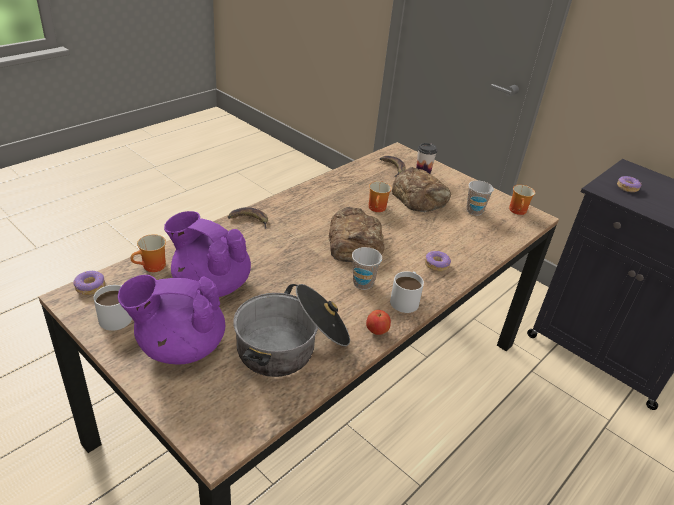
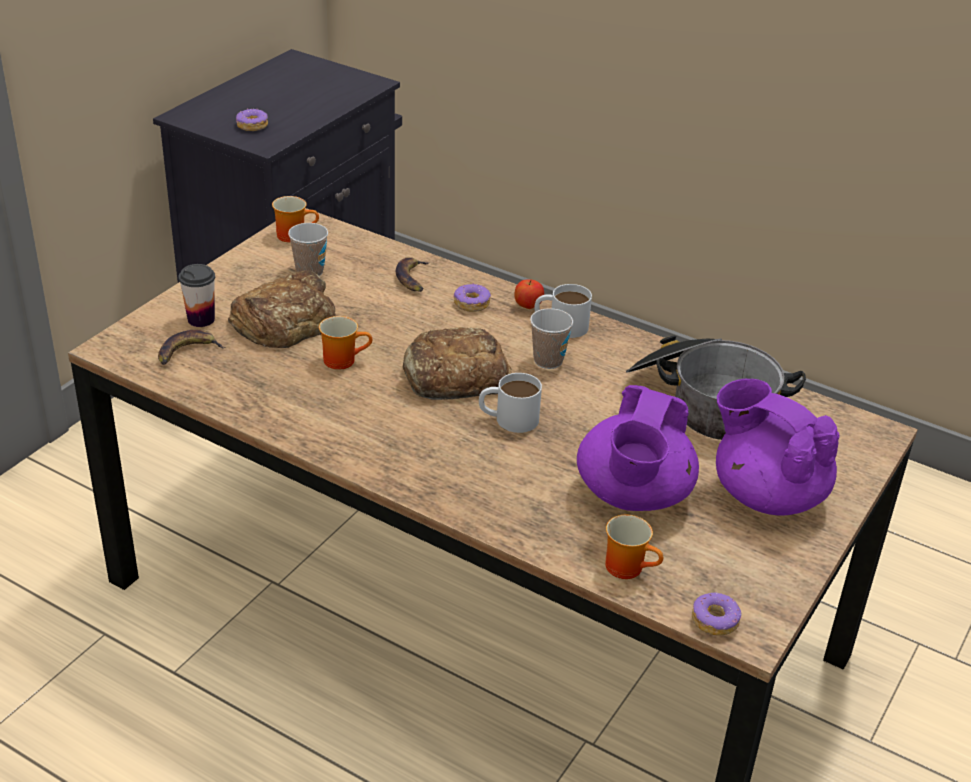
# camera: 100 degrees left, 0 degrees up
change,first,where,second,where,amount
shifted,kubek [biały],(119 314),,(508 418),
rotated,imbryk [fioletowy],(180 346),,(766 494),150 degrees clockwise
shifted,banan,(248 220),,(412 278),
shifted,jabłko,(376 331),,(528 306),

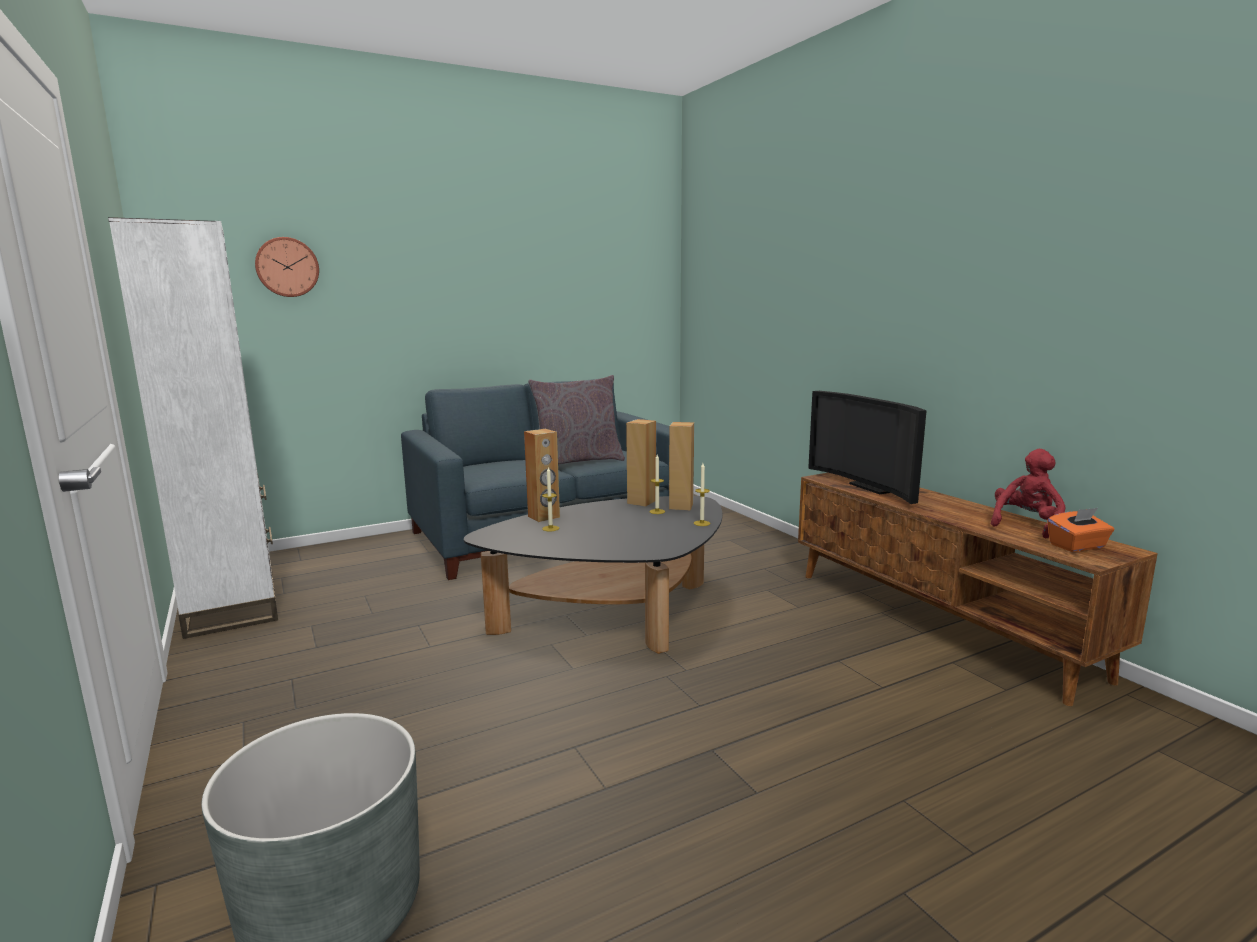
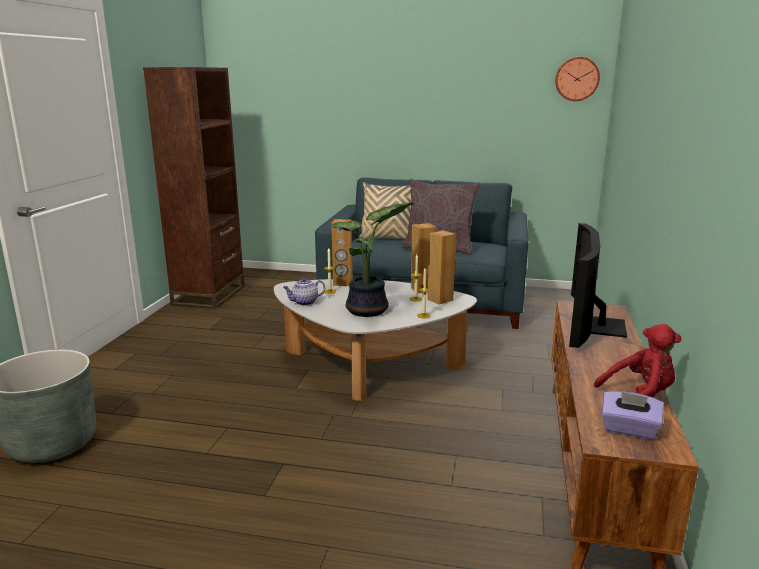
# camera: 40 degrees right, 5 degrees up
change,first,where,second,where,amount
repainted,regał [biały],(232 606),regał [brązowy],(209 295),
shifted,zegar ścienny,(287 267),,(577 79),
repainted,ława [czarny],(614 616),ława [biały],(369 368),
repainted,pudełko chusteczek [pomarańczowy],(1077 546),pudełko chusteczek [fioletowy],(629 430),
new,,,imbryk,(304 302),
new,,,roślina doniczkowa,(369 311),
new,,,poduszka [beżowy],(387 238),

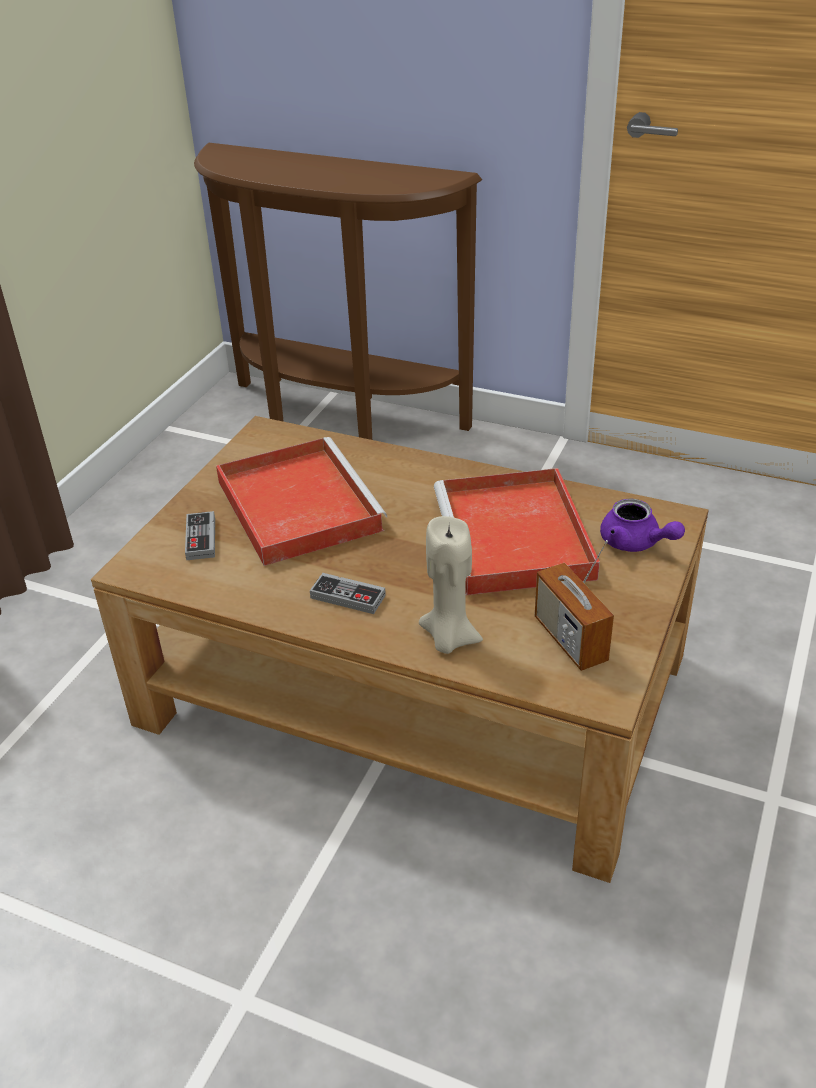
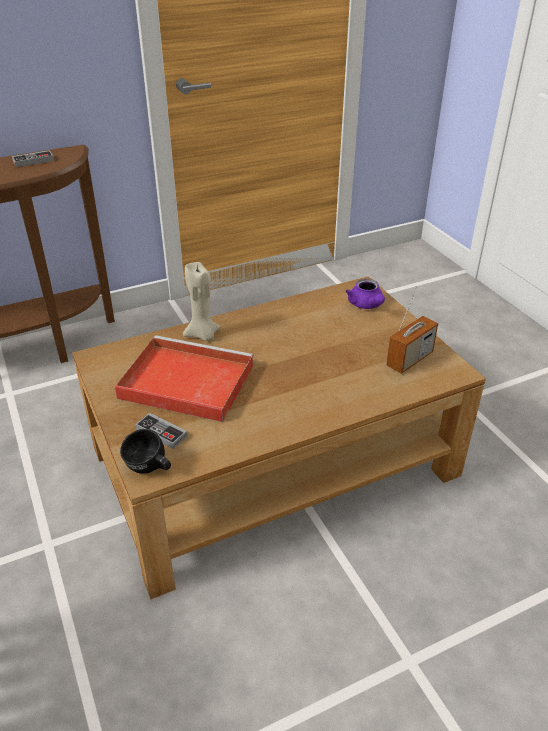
# camera: 50 degrees left, 0 degrees up
change,first,where,second,where,amount
shifted,pad do gier,(348 597),,(33 161),
shifted,świeca [beżowy],(449 639),,(203 335),
gone,taca [czerwony],(515 539),,,
rotated,radio,(570 640),,(409 359),60 degrees counterclockwise
rotated,imbryk [fioletowy],(635 543),,(366 305),75 degrees clockwise
new,,,kubek [czarny],(149 469),

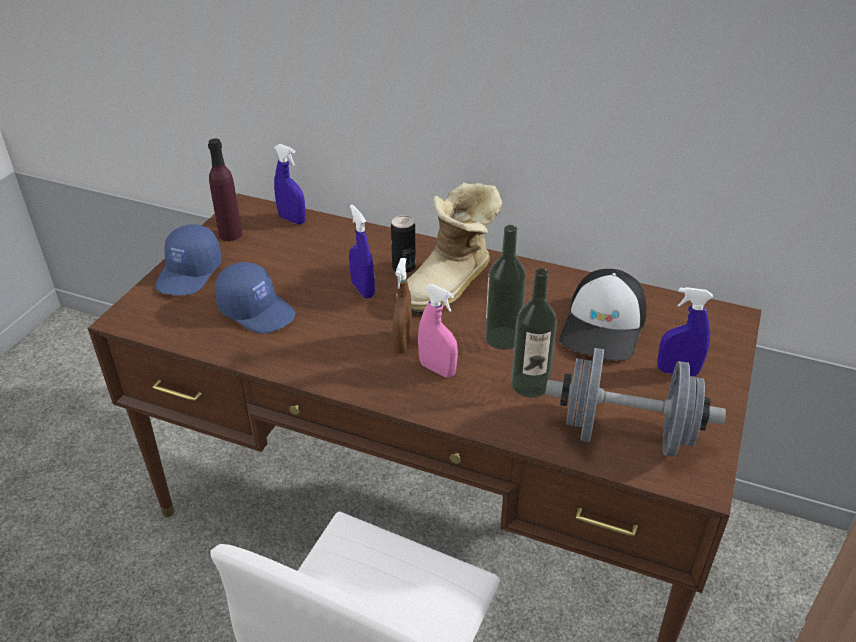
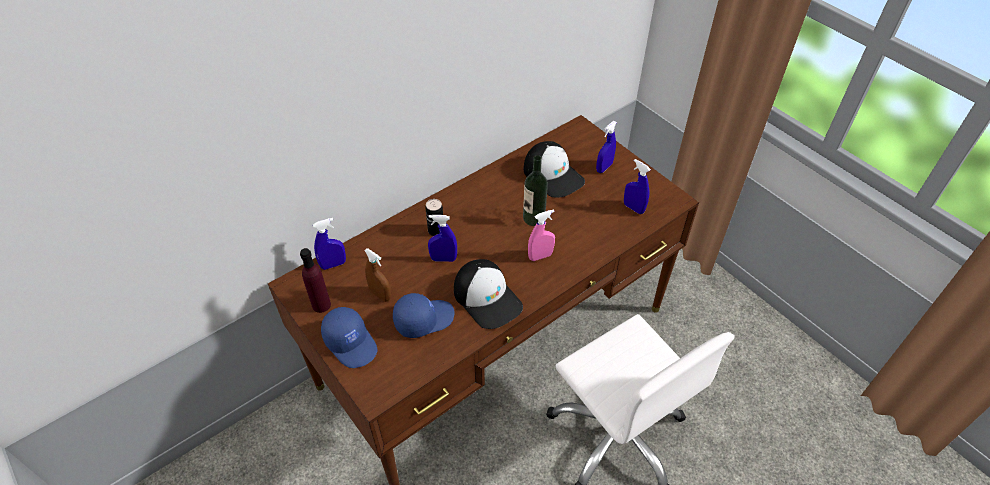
# camera: 60 degrees left, 10 degrees up
change,first,where,second,where,amount
shifted,spryskiwacz [brązowy],(402 343),,(380 294),
gone,but z cholewką,(451 285),,,
gone,butelka,(530 384),,,
swapped,hantel [szary],(626 434),spryskiwacz [niebieski],(633 208),
new,,,czapka z daszkiem,(487 298),

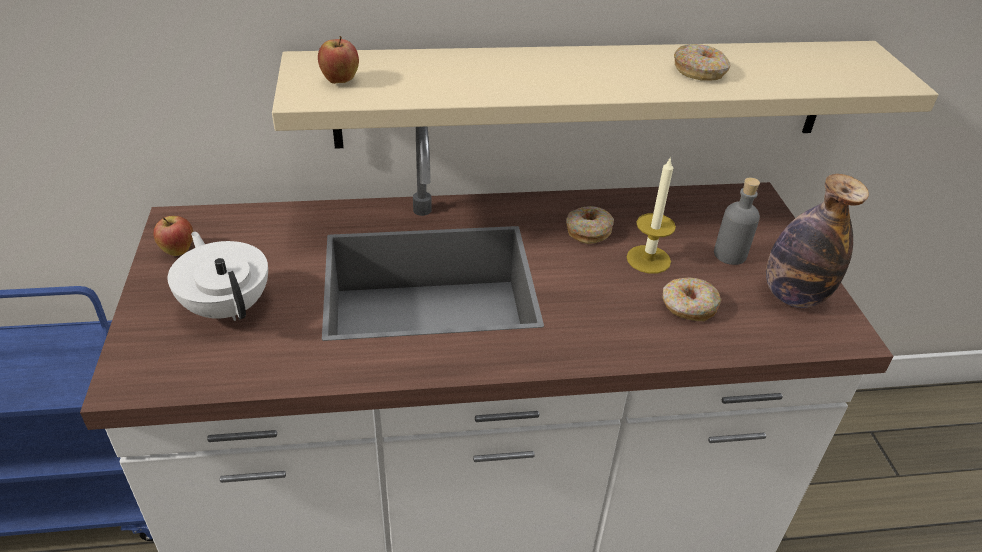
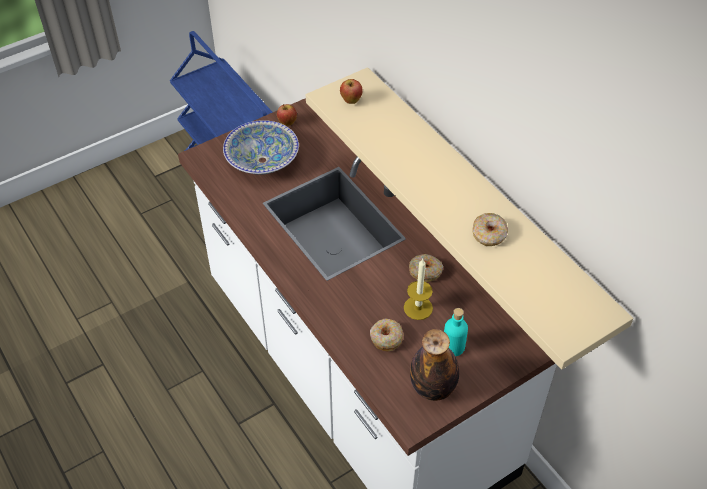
# camera: 65 degrees right, 10 degrees up
change,first,where,second,where,amount
swapped,imbryk [biały],(227 306),miska,(262 160),
repainted,butelka [szary],(730 254),butelka [turkusowy],(453 347),

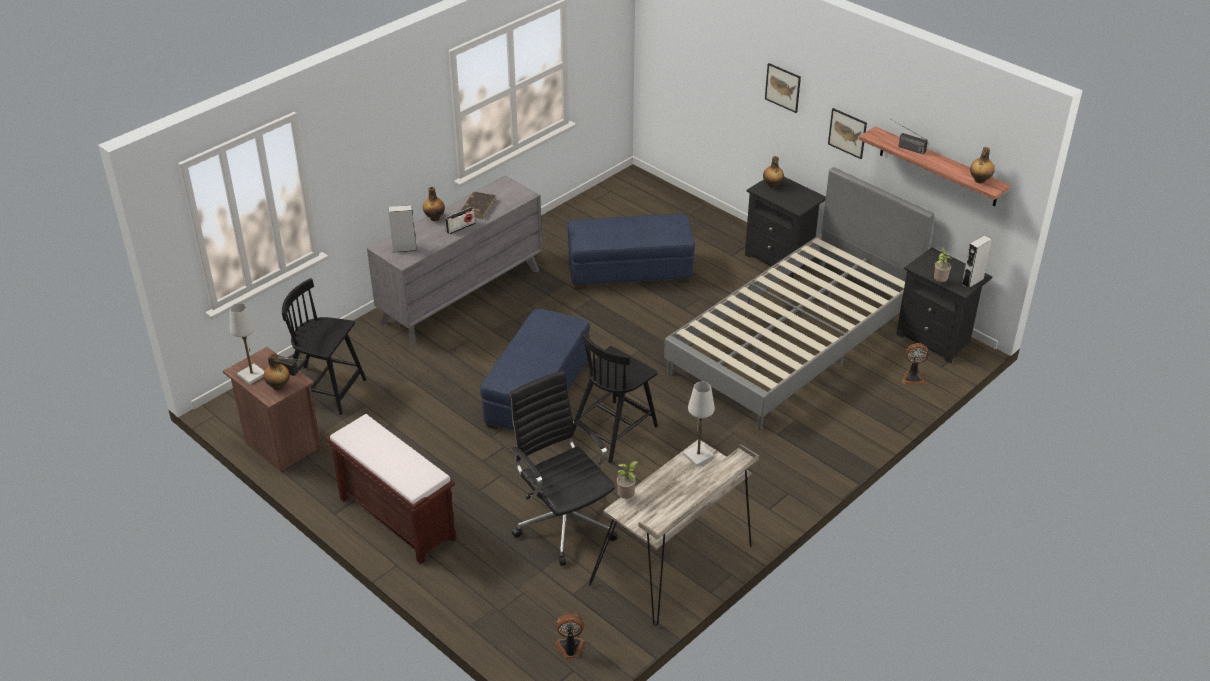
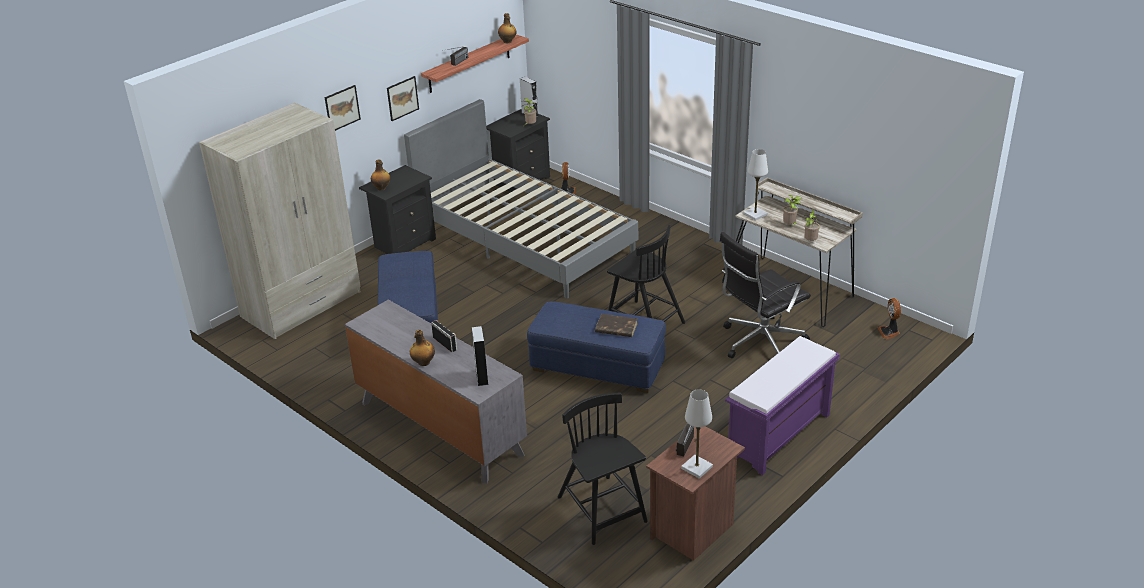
# camera: 90 degrees left, 5 degrees down
change,first,where,second,where,amount
gone,butelka,(278 386),,,
rotated,krzesło [czarny],(324 390),,(602 511),135 degrees clockwise
repainted,ławka [brązowy],(395 518),ławka [fioletowy],(778 436),
shifted,książka [brązowy],(477 207),,(616 328),
new,,,szafa [beżowy],(302 304),
new,,,roślina doniczkowa,(790 225),

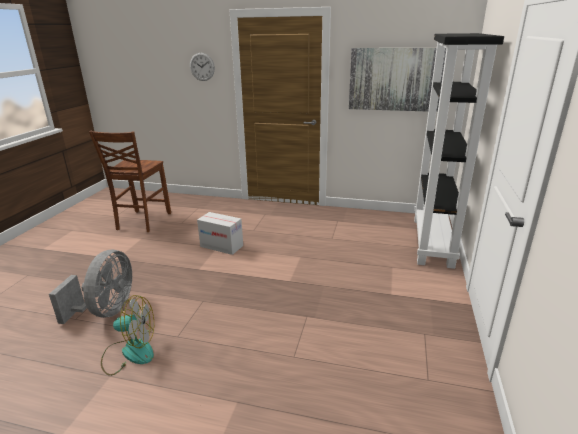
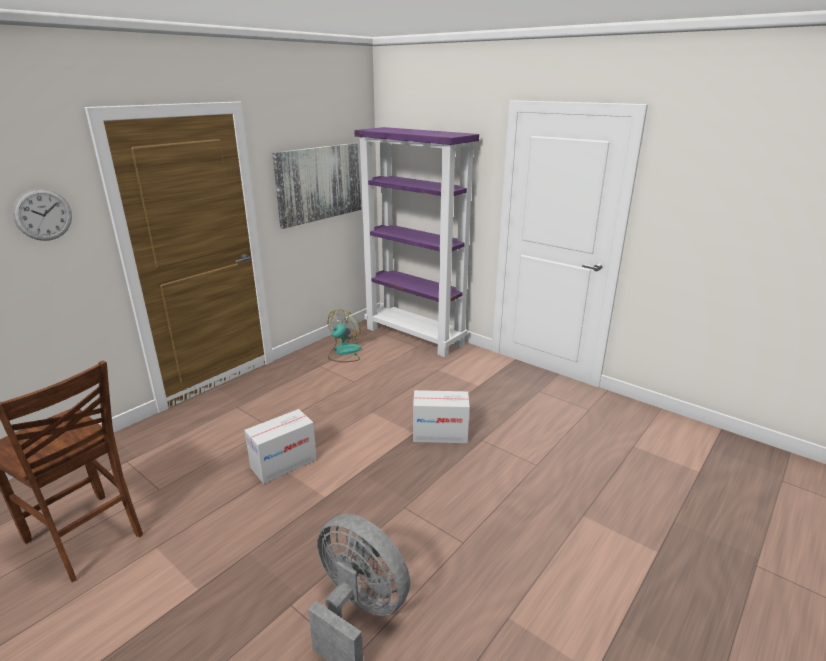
# camera: 65 degrees left, 0 degrees up
change,first,where,second,where,amount
shifted,wentylator,(130 352),,(344 352),
repainted,regał [czarny],(433 242),regał [fioletowy],(415 336),
new,,,karton,(440 434),

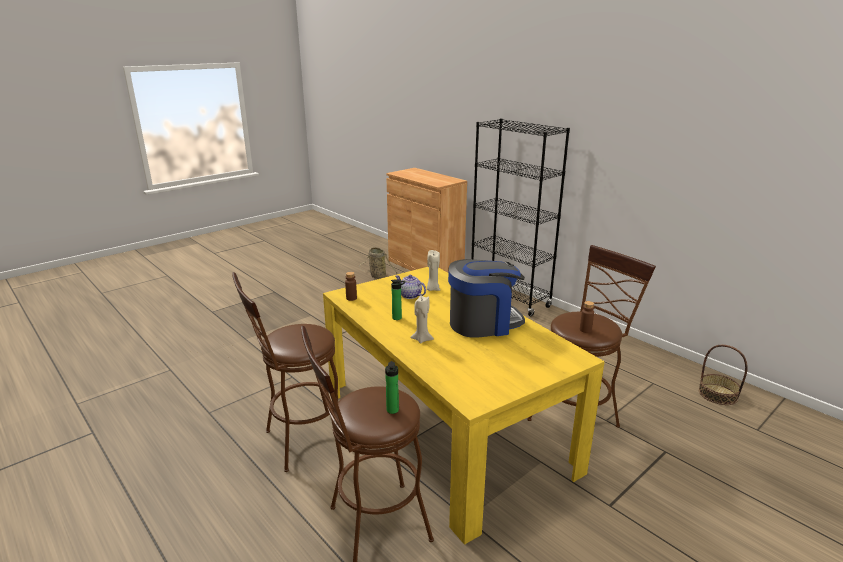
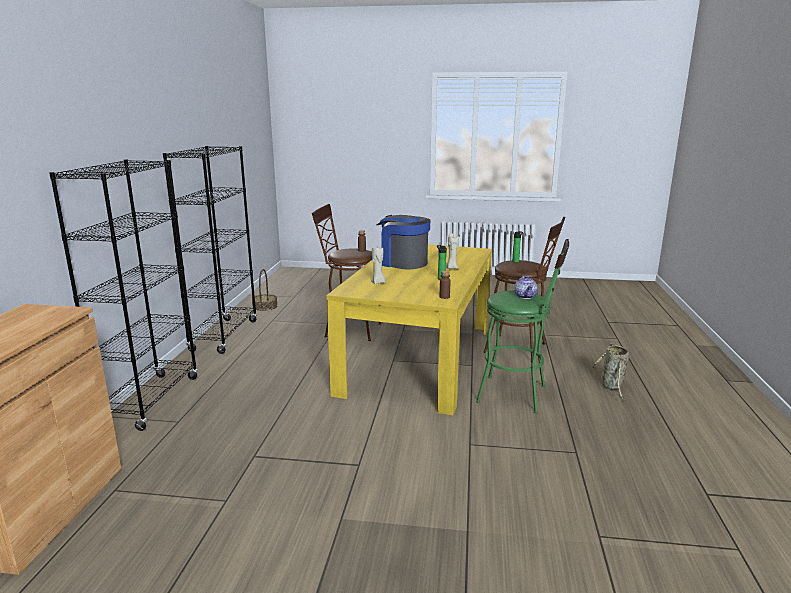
# camera: 130 degrees left, 5 degrees down
change,first,where,second,where,amount
repainted,stołek [brązowy],(300 442),stołek [zielony],(518 395),
shifted,koszyk,(377 276),,(612 386),
shifted,imbryk,(410 295),,(525 296),
new,,,regał [czarny],(224 336),

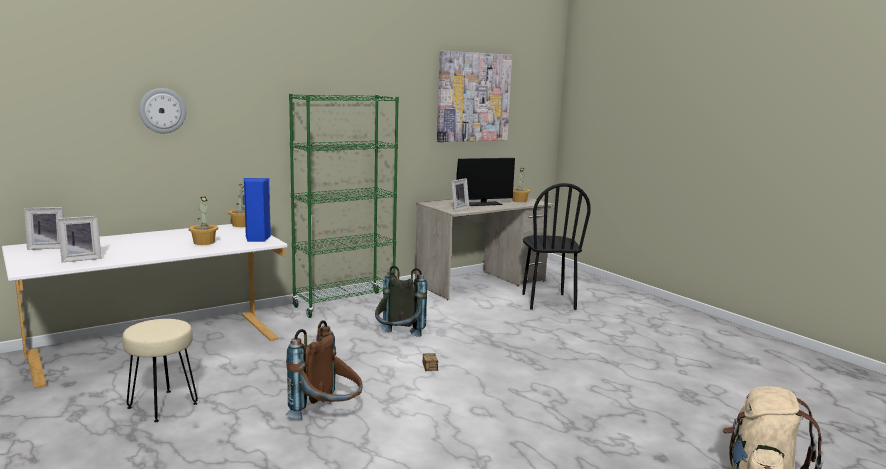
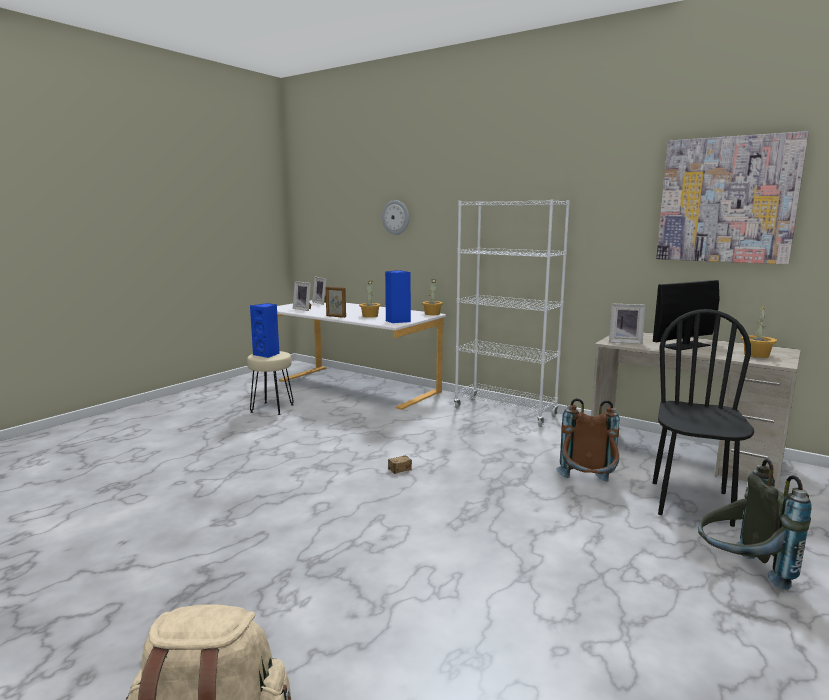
# camera: 70 degrees right, 0 degrees up
change,first,where,second,where,amount
shifted,plecak [brązowy],(328 416),,(587 487),
repainted,regał [zielony],(344 304),regał [biały],(505 412),
shifted,plecak [szary],(398 339),,(740 572),
rotated,monitor,(483 204),,(685 346),105 degrees clockwise
rotated,krzesło [czarny],(547 301),,(691 503),135 degrees clockwise
new,,,głośnik [niebieski],(267 354),
new,,,ramka na zdjęcie,(336 316),

